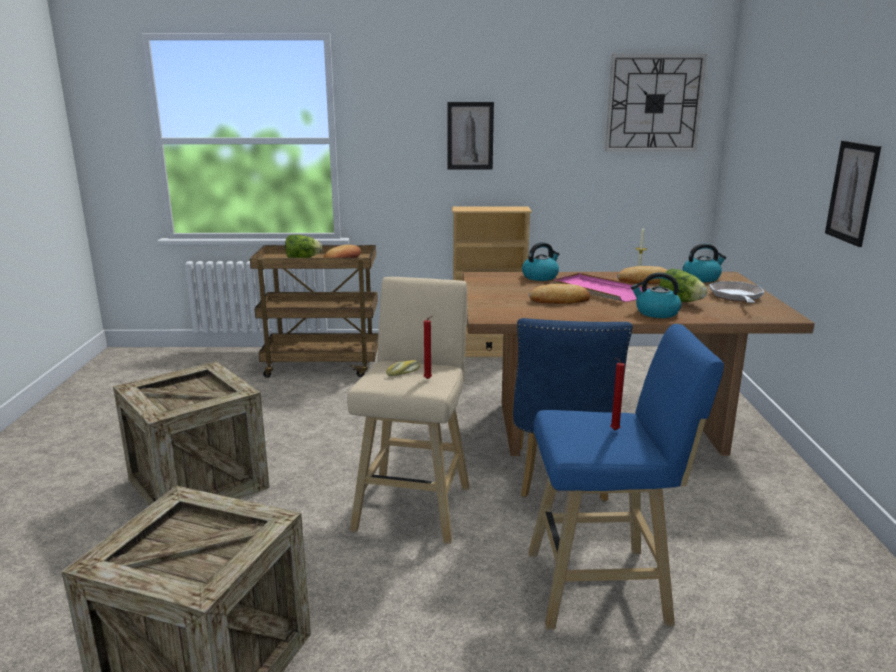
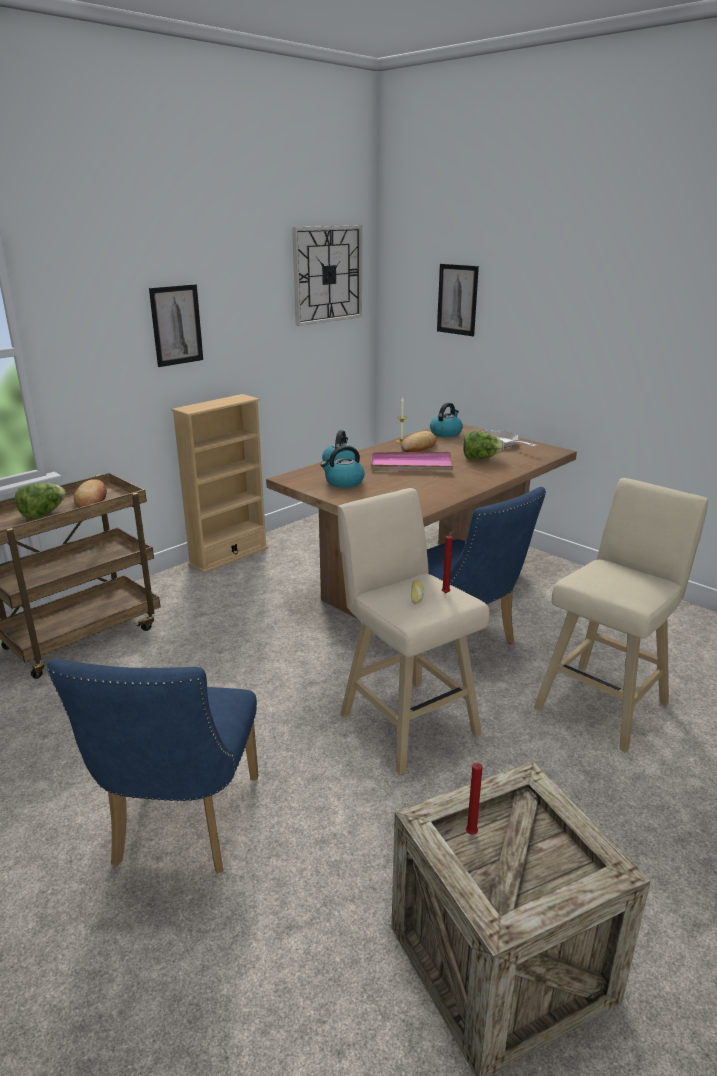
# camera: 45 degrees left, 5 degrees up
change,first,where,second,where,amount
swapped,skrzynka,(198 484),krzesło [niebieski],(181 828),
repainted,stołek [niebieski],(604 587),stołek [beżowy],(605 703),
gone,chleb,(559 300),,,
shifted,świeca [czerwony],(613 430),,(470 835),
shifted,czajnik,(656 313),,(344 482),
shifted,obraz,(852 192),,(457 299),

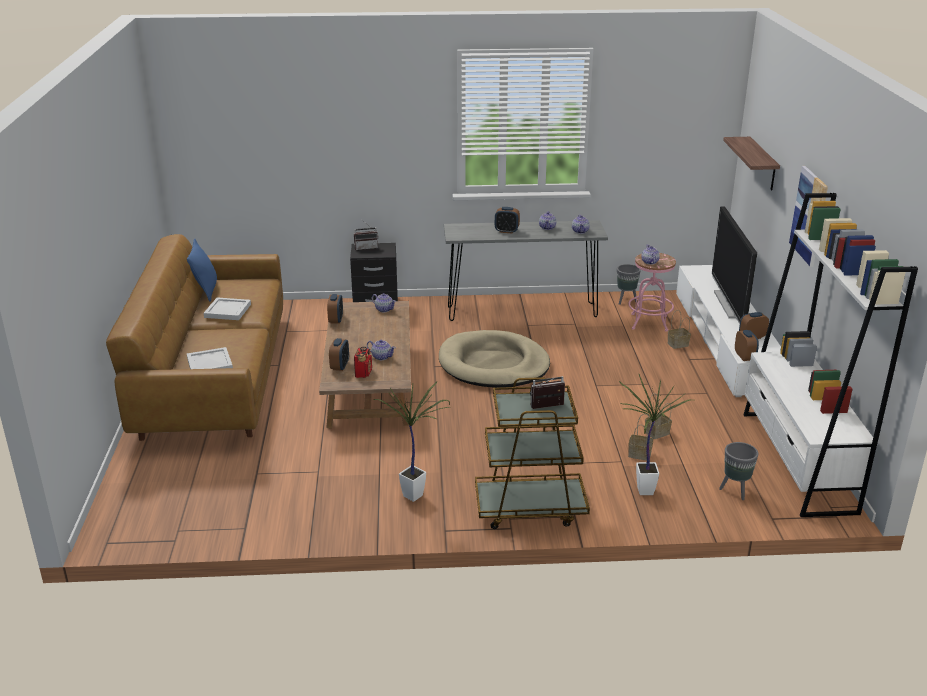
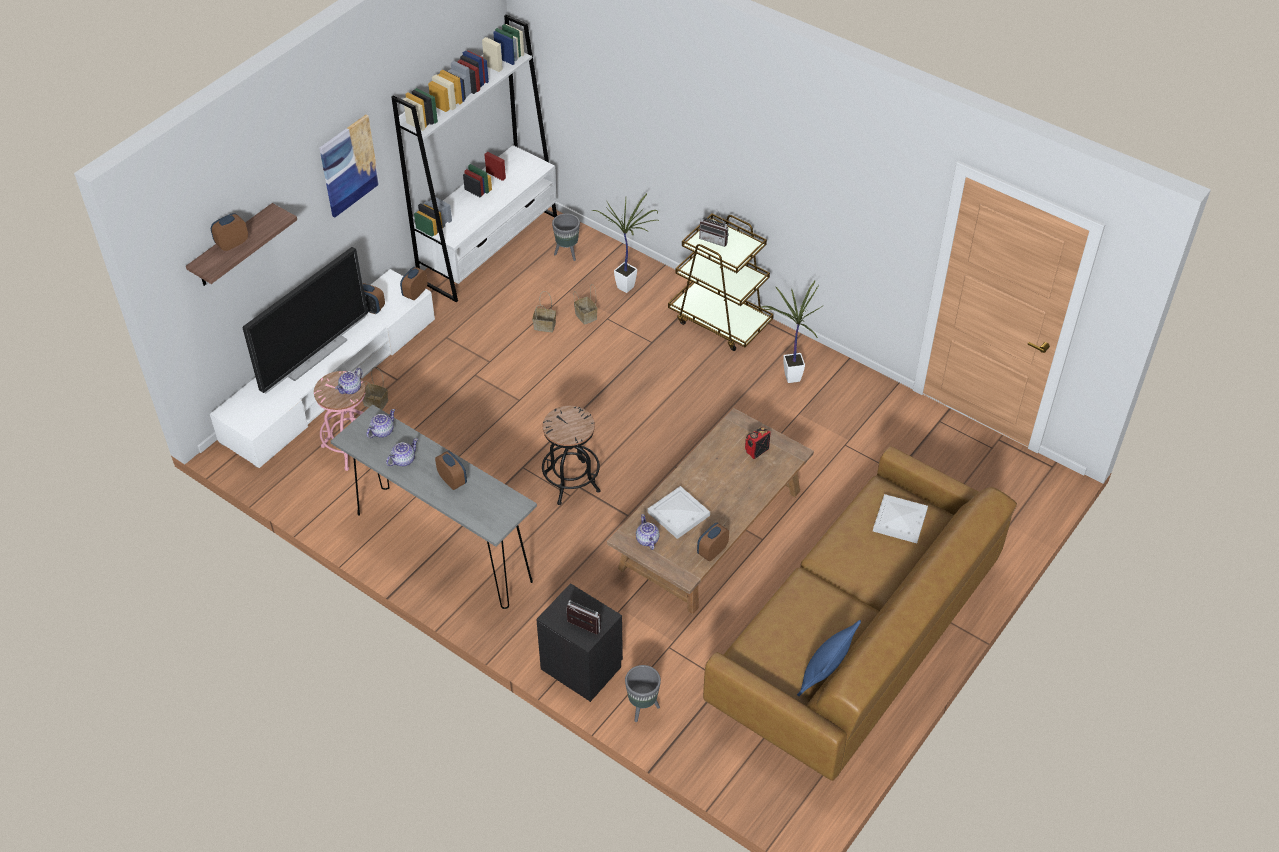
# camera: 140 degrees left, 20 degrees up
change,first,where,second,where,amount
shifted,taca [biały],(228 311),,(678 513),
shifted,budzik,(340 366),,(232 244),
gone,imbryk,(381 357),,,
swapped,legowisko [beżowy],(493 364),stołek [czarny],(571 482),
shifted,donica [szary],(626 301),,(642 708),

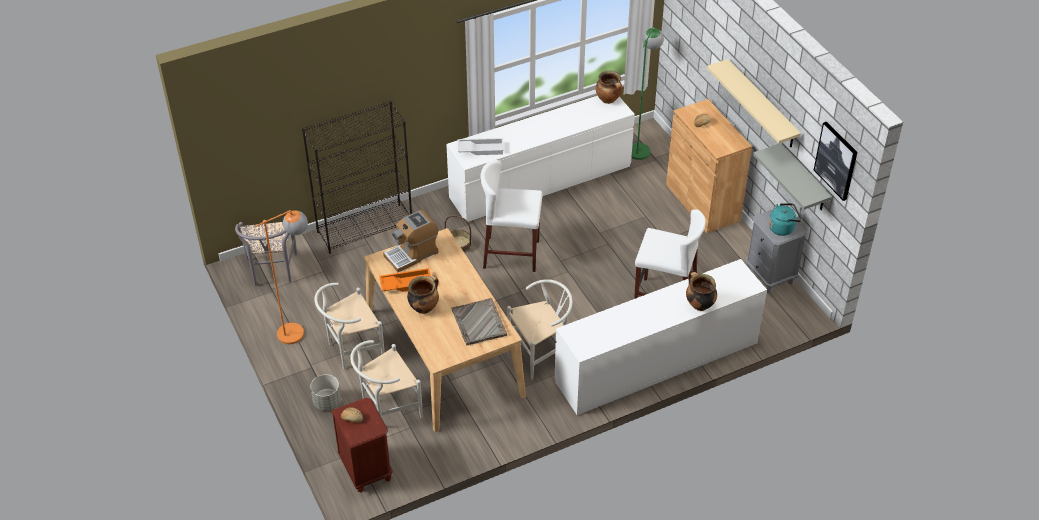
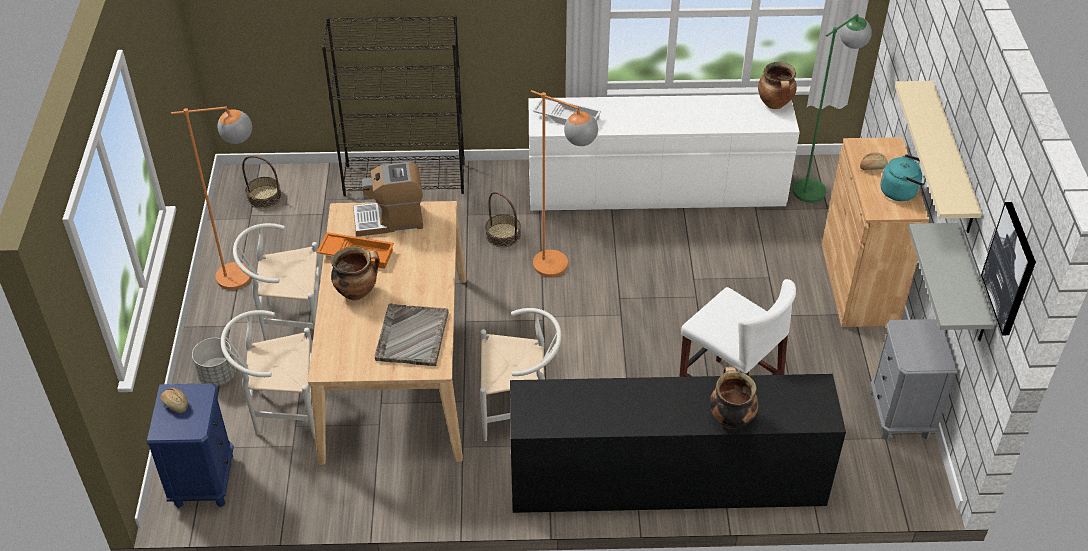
# camera: 25 degrees right, 0 degrees up
change,first,where,second,where,amount
swapped,krzesło [szary],(272 272),koszyk,(264 197),
repainted,szafka nocna [brązowy],(366 469),szafka nocna [niebieski],(203 480),
swapped,stołek [biały],(511 254),lampa stojąca [pomarańczowy],(561 268),
repainted,komoda [biały],(657 362),komoda [czarny],(666 480),
shifted,czajnik [turkusowy],(783 228),,(901 191),

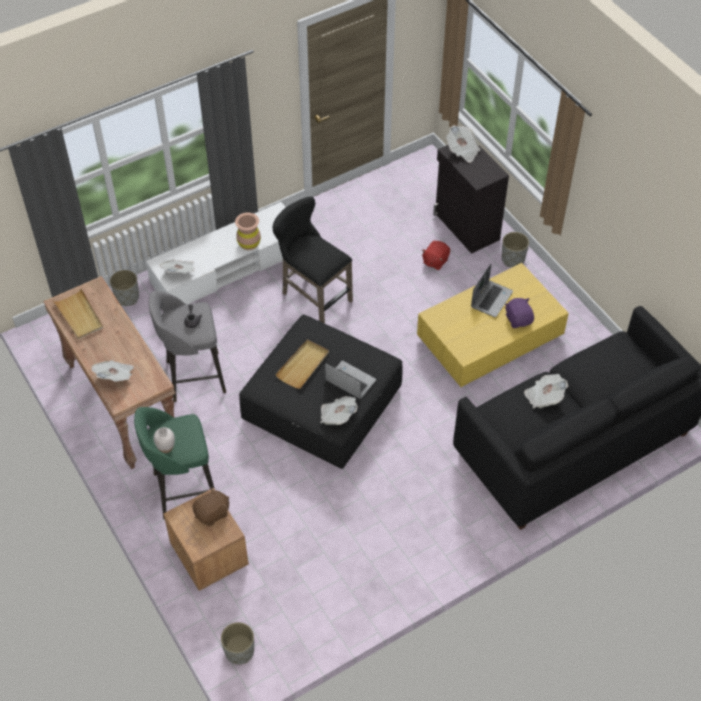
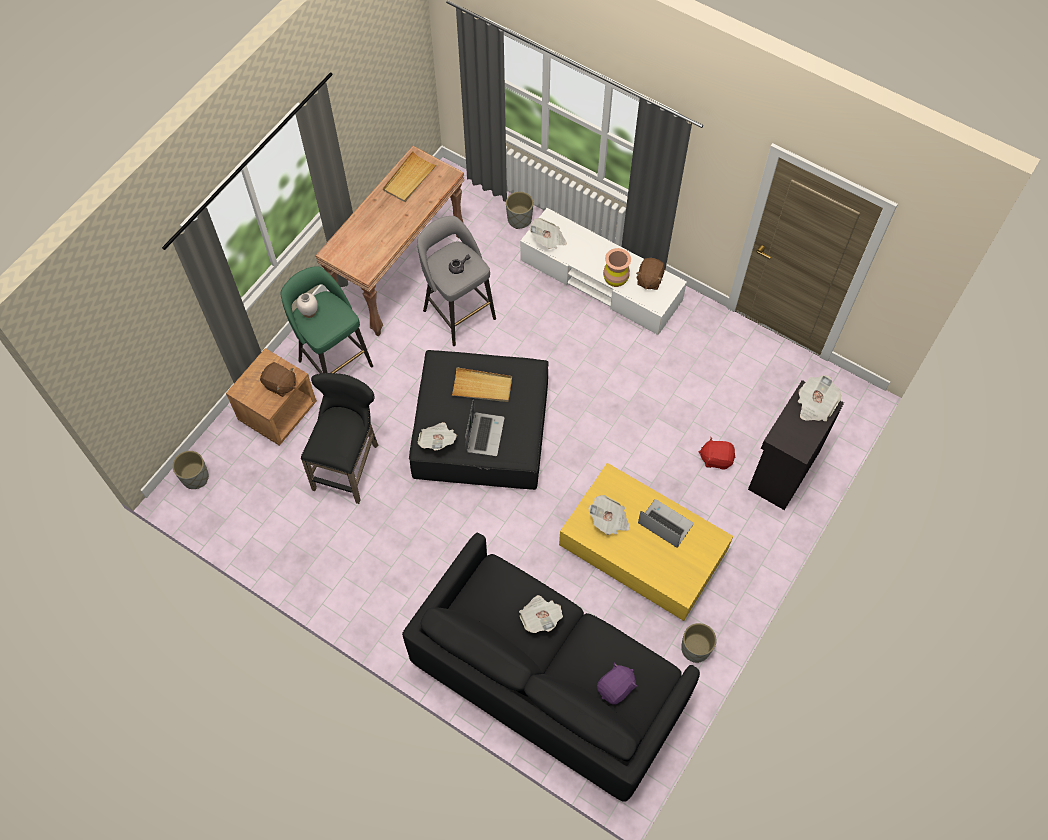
# camera: 65 degrees right, 10 degrees up
change,first,where,second,where,amount
shifted,gazeta,(115 377),,(609 520),
shifted,stołek [czarny],(313 296),,(349 464),
rotated,laptop,(491 299),,(664 524),150 degrees counterclockwise
shifted,donica [szary],(513 259),,(695 649),
shifted,pluszak [fioletowy],(518 319),,(616 688),
new,,,pluszak [brązowy],(649 280),

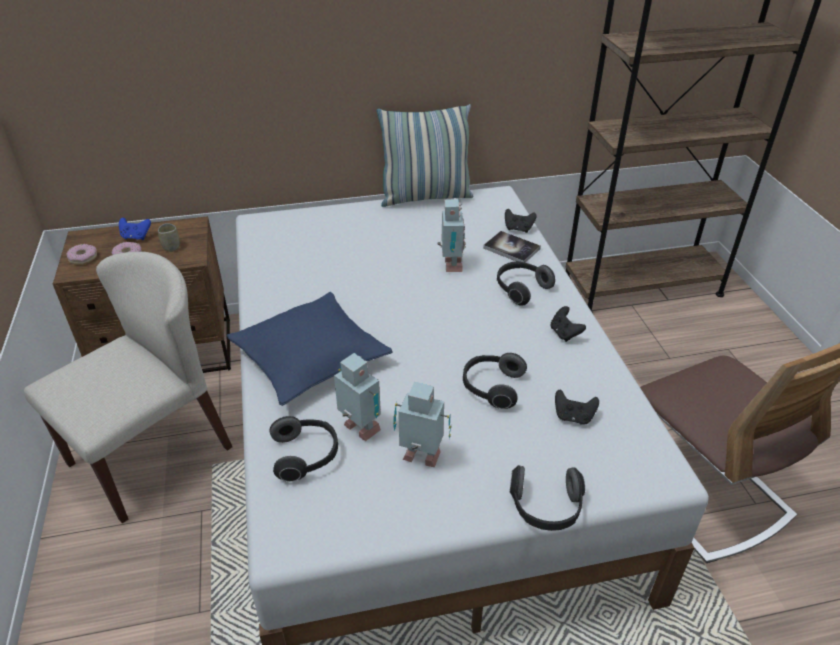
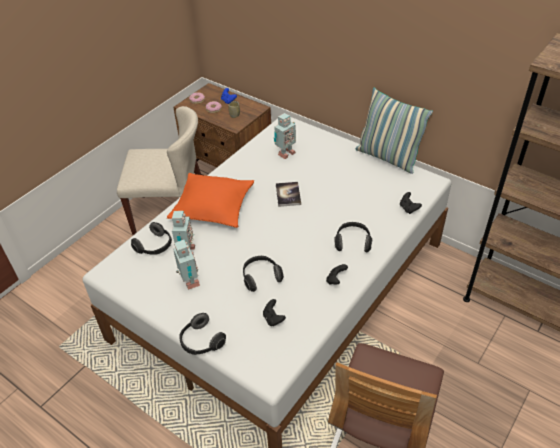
# camera: 50 degrees right, 5 degrees up
change,first,where,second,where,amount
repainted,poduszka [niebieski],(310 358),poduszka [pomarańczowy],(213 207),
shifted,robot zabawkowy,(450 266),,(285 153),
shifted,książka,(511 248),,(288 195),

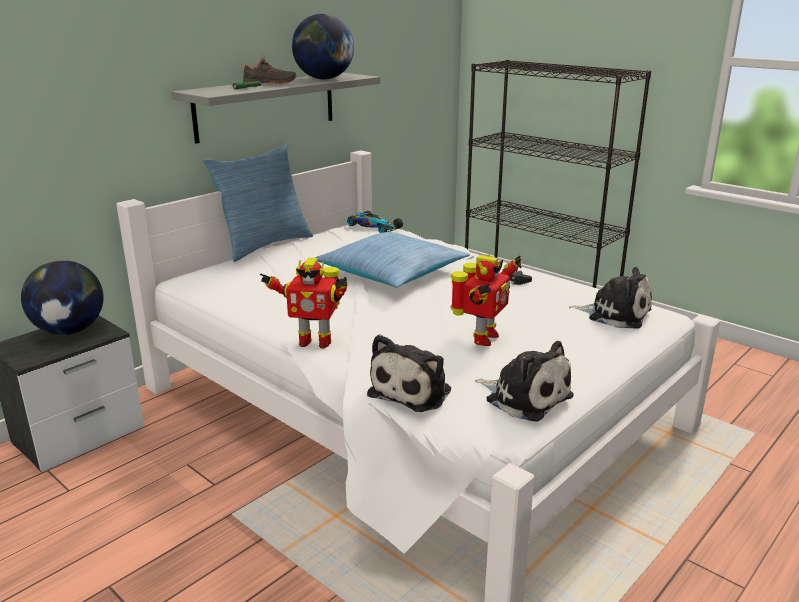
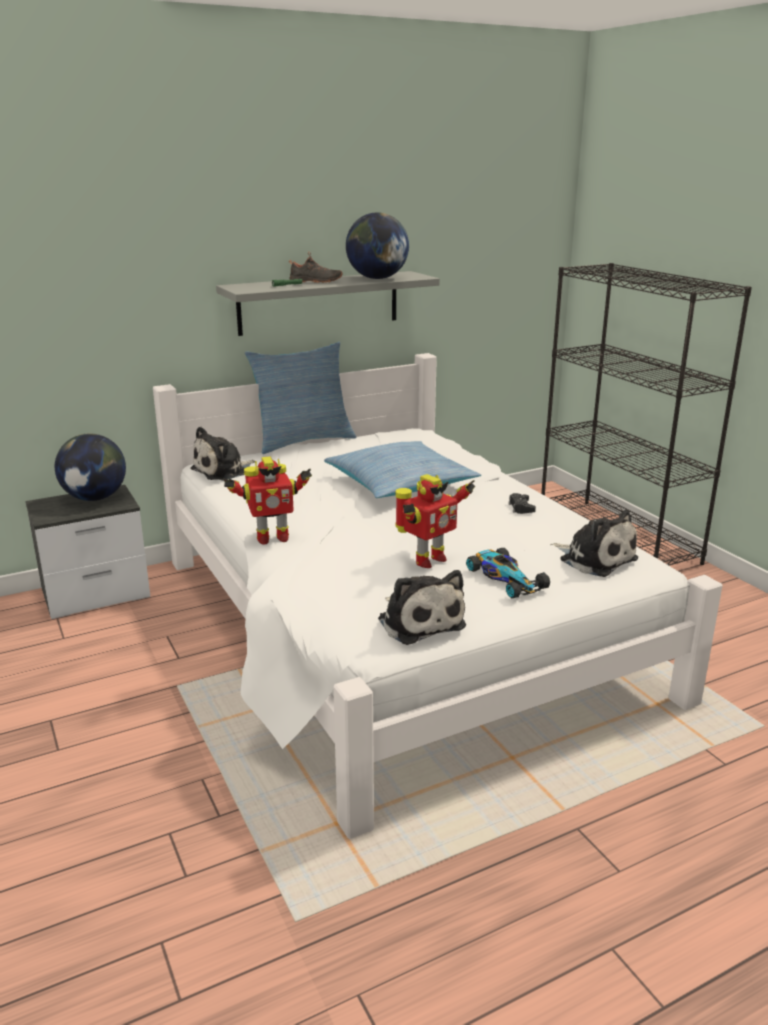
# camera: 20 degrees right, 0 degrees up
change,first,where,second,where,amount
rotated,robot zabawkowy,(314 341),,(271 538),45 degrees counterclockwise
shifted,samochodzik,(374 226),,(505 578),
shifted,pluszak,(413 391),,(223 471),

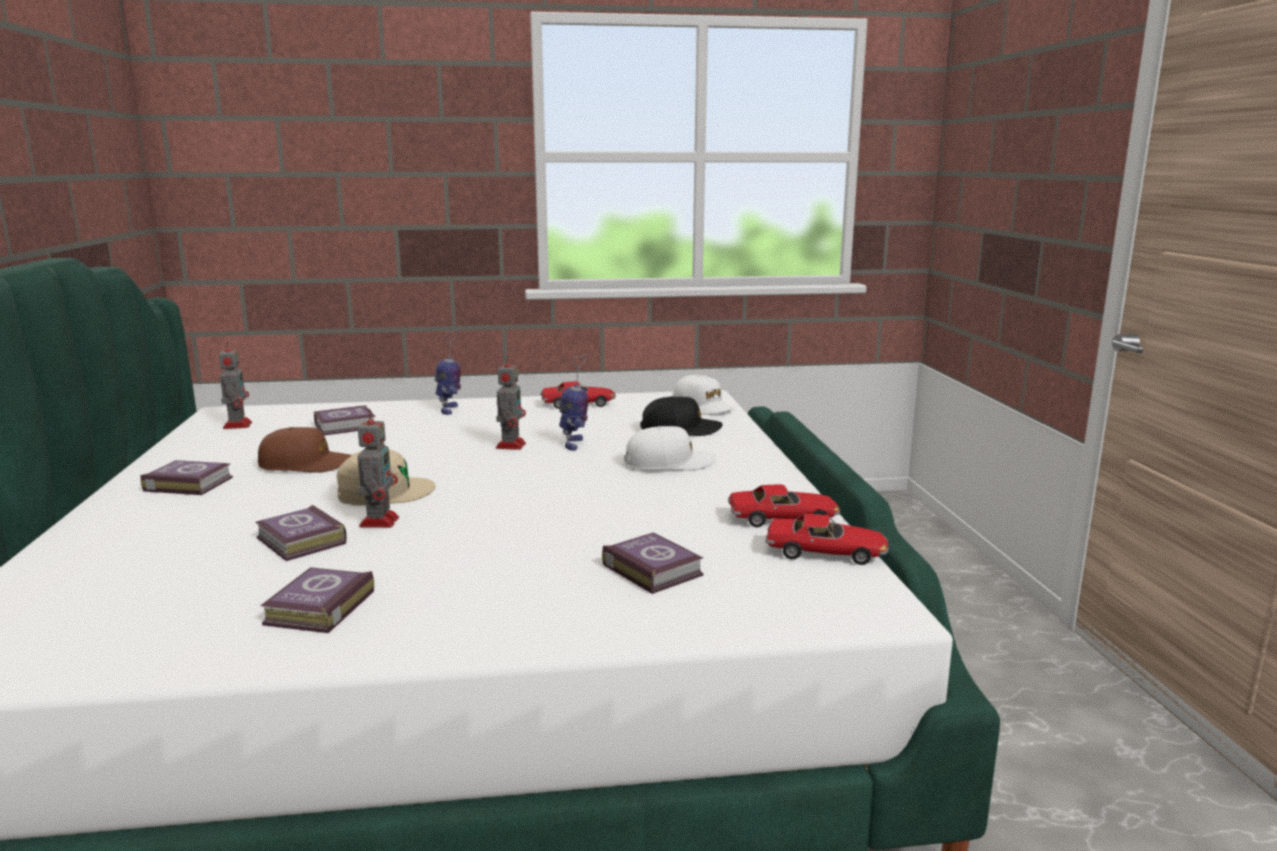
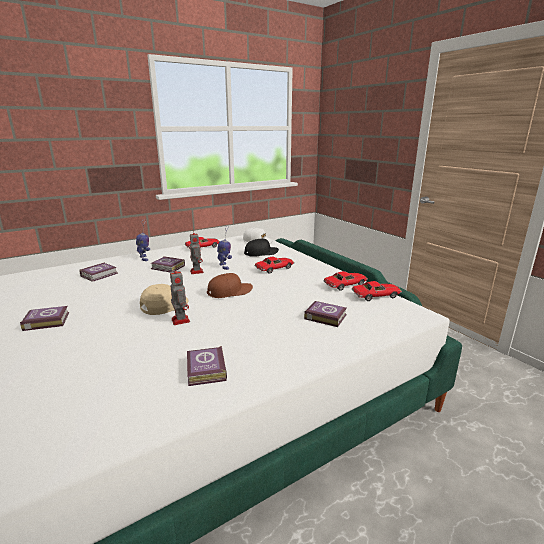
# camera: 25 degrees left, 5 degrees up
change,first,where,second,where,amount
gone,robot zabawkowy,(238 425),,,
shifted,książka,(300 541),,(168 267),
shifted,czapka z daszkiem [brązowy],(306 464),,(230 292),
swapped,czapka z daszkiem [biały],(669 463),samochodzik,(275 269),

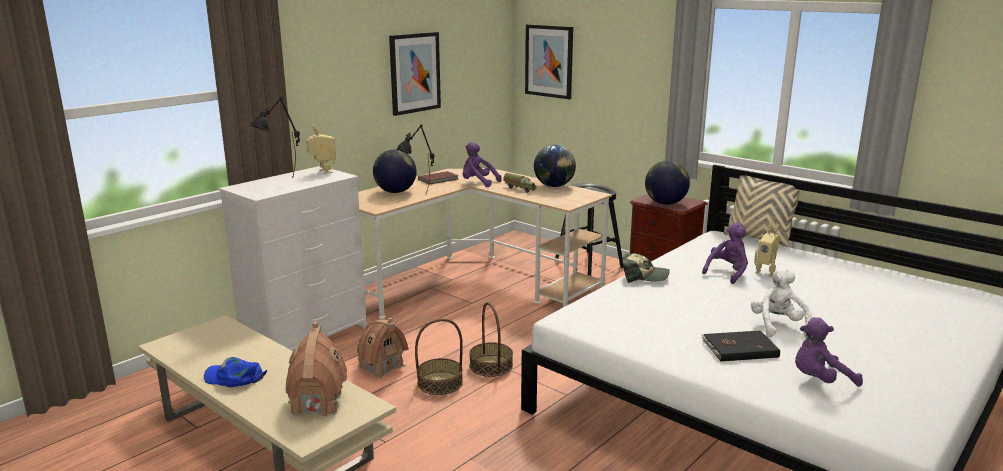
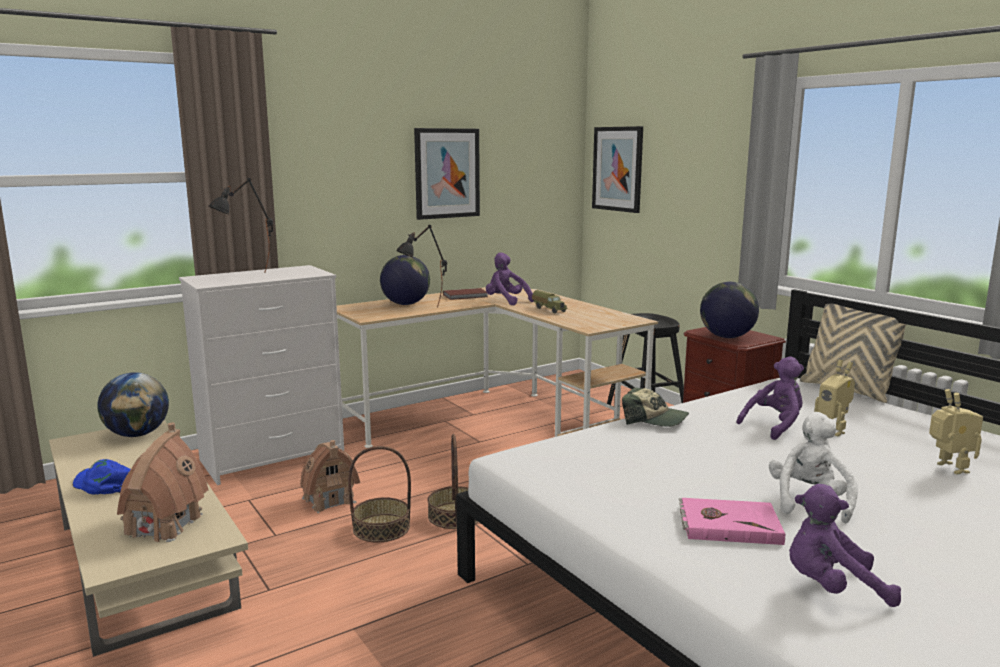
# camera: 15 degrees right, 5 degrees down
change,first,where,second,where,amount
shifted,robot zabawkowy,(323 171),,(948 468),
shifted,globus,(554 186),,(137 434),
repainted,książka [czarny],(739 348),książka [różowy],(728 524),

